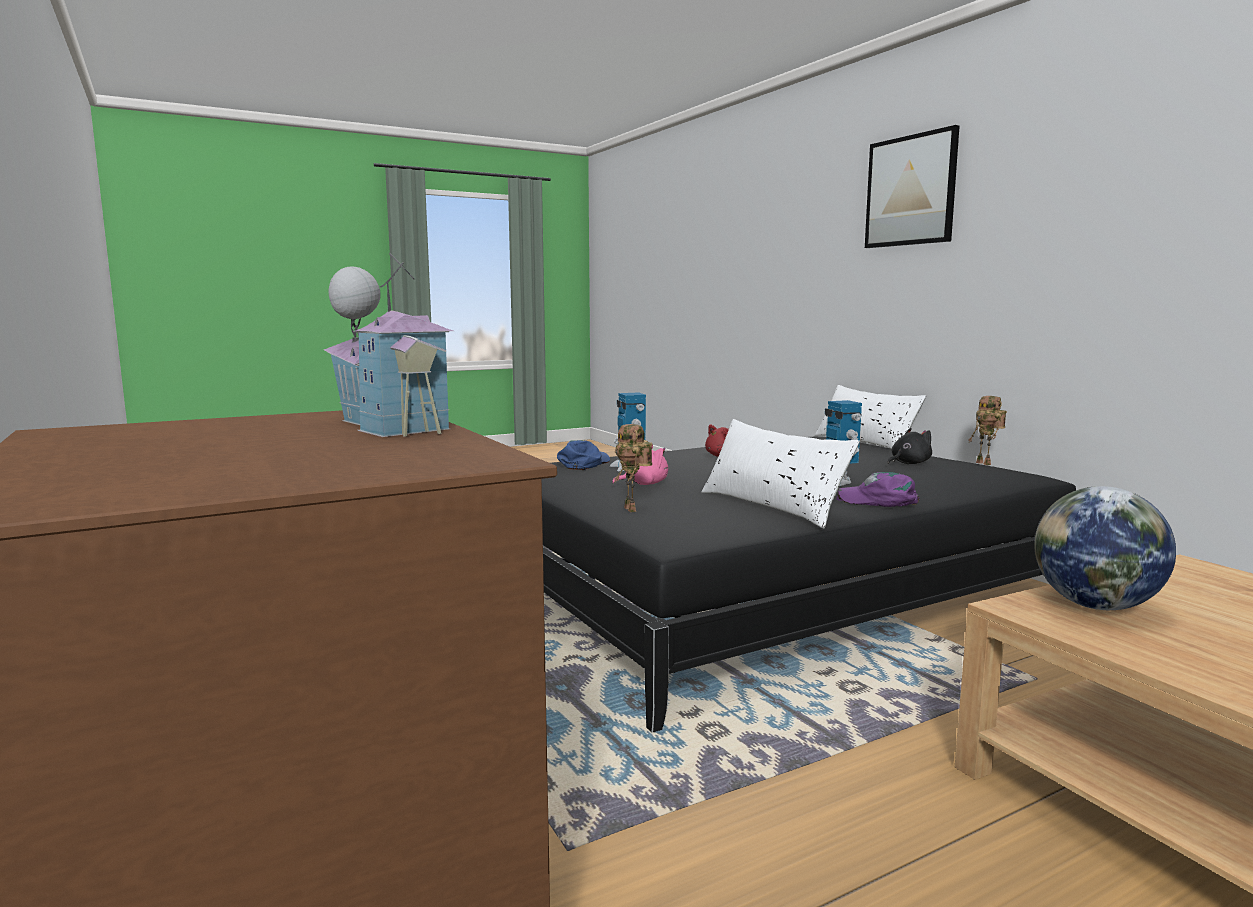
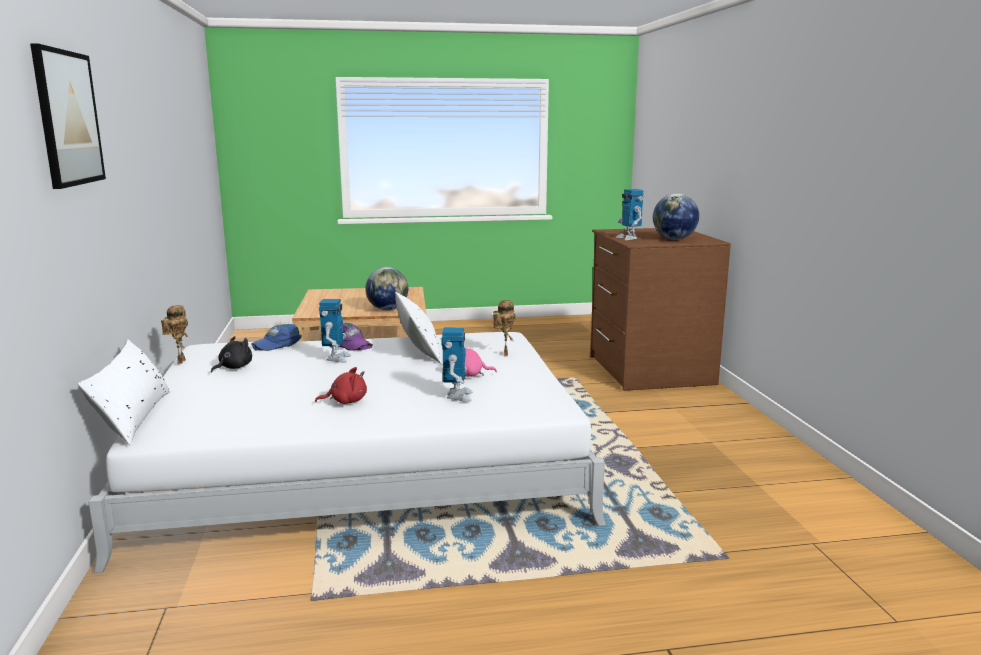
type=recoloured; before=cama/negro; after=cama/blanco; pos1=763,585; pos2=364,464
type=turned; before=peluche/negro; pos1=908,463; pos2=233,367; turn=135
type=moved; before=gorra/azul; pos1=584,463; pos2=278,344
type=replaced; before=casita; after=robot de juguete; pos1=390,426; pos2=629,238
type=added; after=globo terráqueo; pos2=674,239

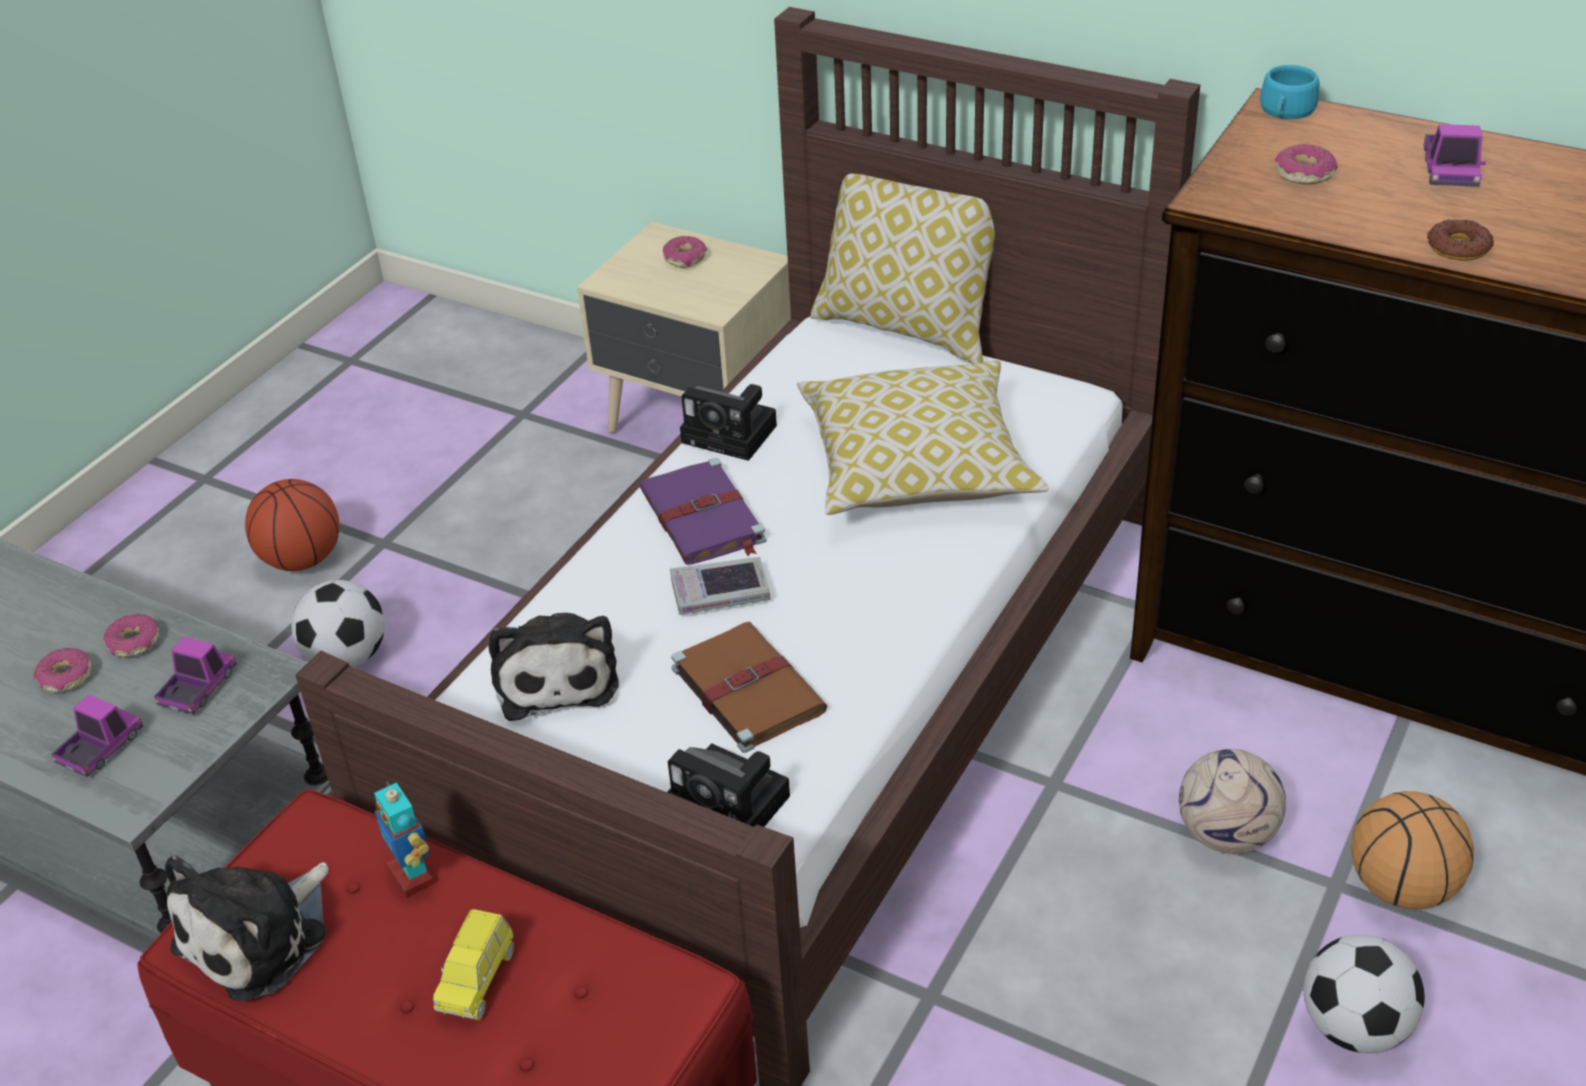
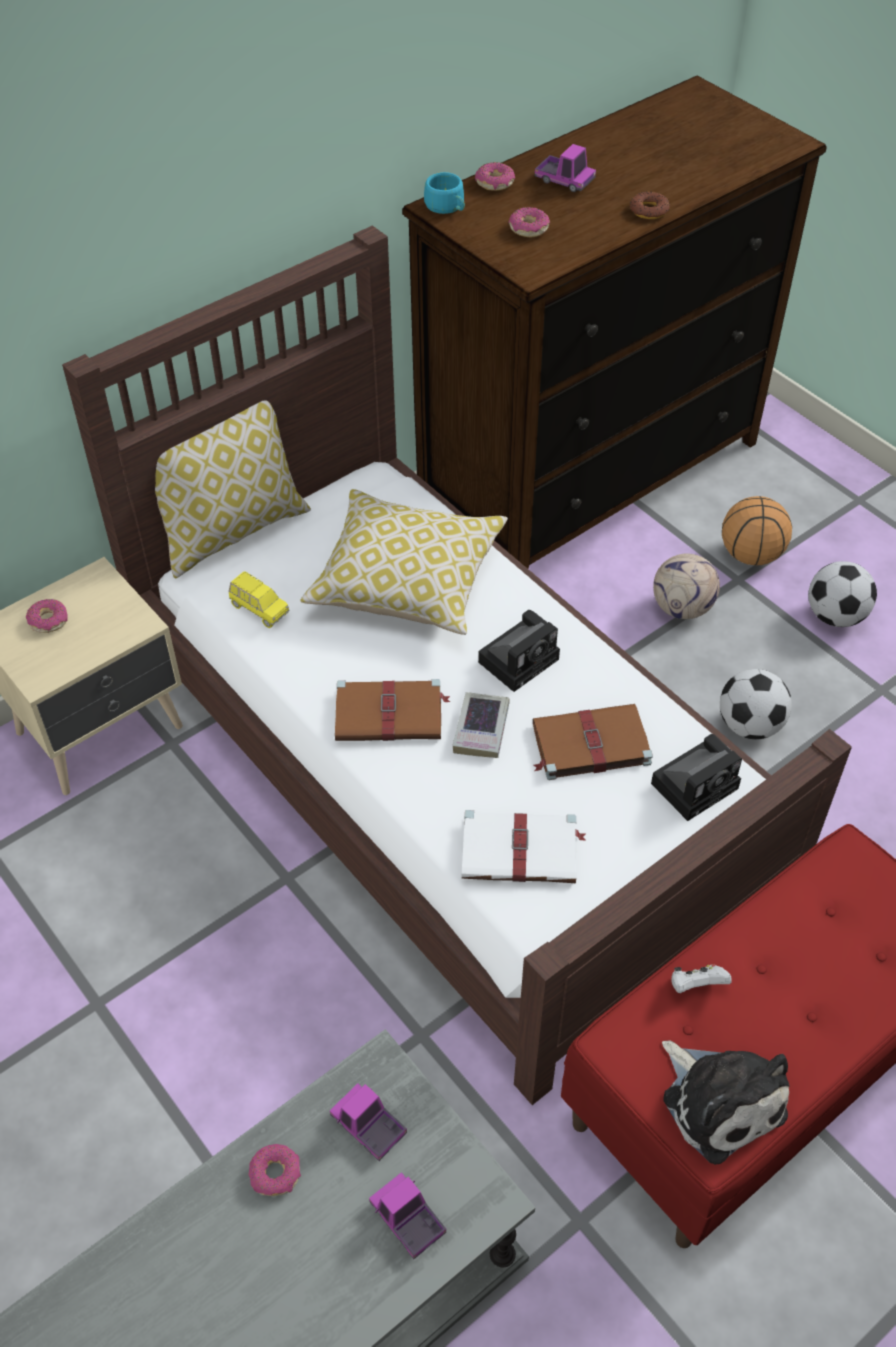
type=moved; before=coche de juguete/amarillo; pos1=477,979; pos2=259,609
type=recoloured; before=libro/morado; after=libro/marrón; pos1=703,518; pos2=391,714
type=replaced; before=peluche; after=libro/blanco; pos1=556,676; pos2=521,850
type=moved; before=rosquilla; pos1=65,677; pos2=495,183
type=moved; before=cámara; pos1=733,434; pos2=520,658
type=replaced; before=robot de juguete; after=mando de consola/blanco; pos1=413,875; pos2=696,986
type=moved; before=balón de fútbol; pos1=347,657; pos2=749,725
type=removed; before=balón de baloncesto; pos1=302,560

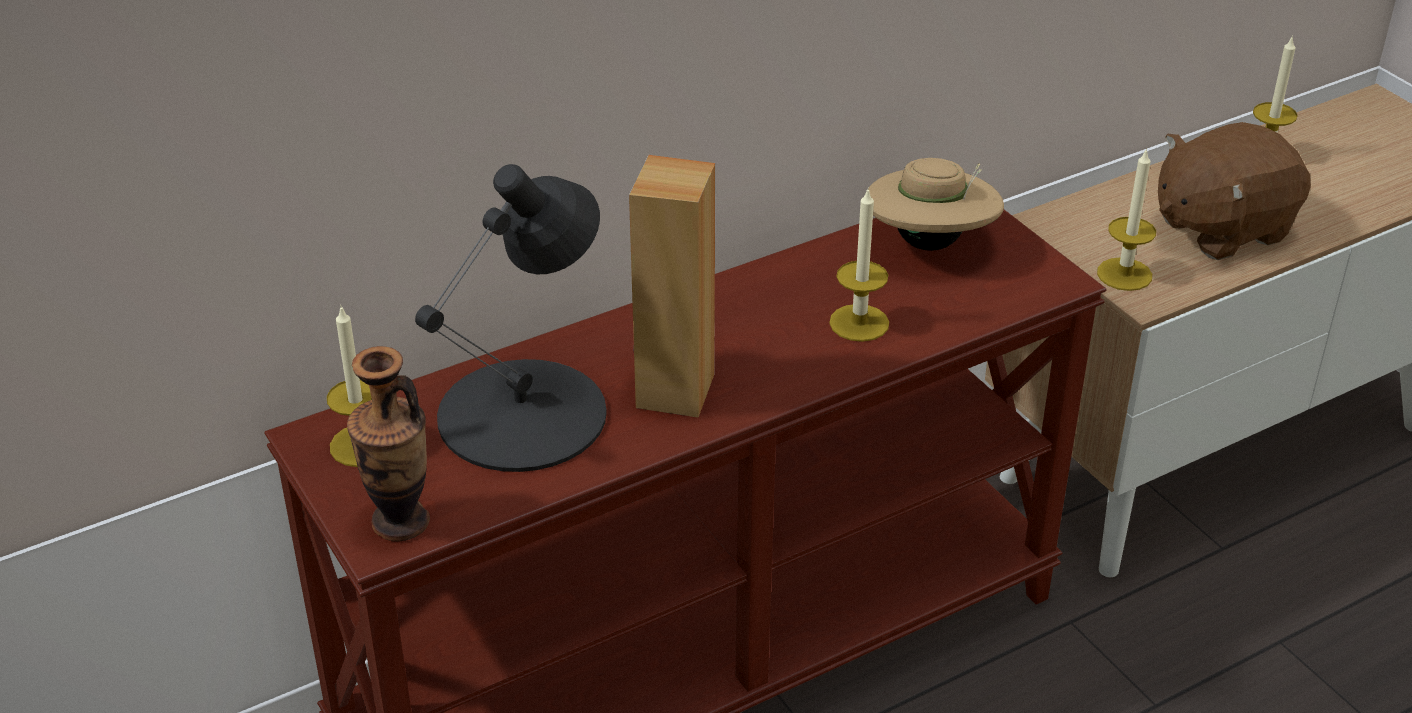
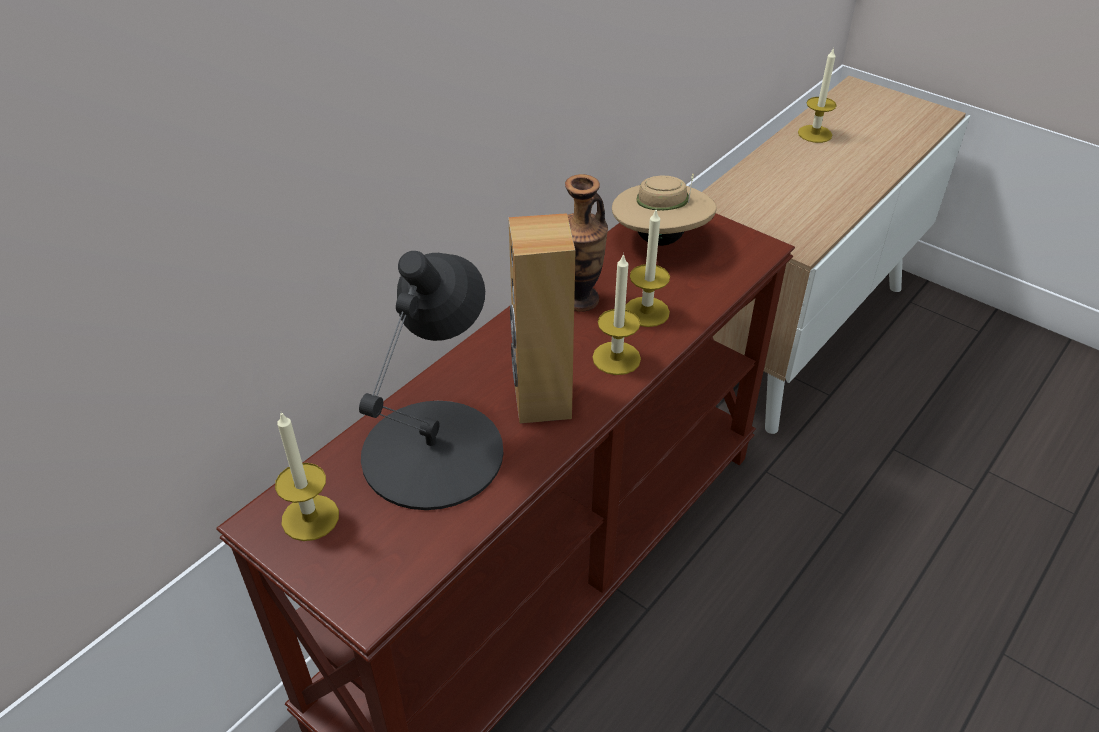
type=moved; before=florero; pos1=400,522; pos2=579,300
type=moved; before=vela; pos1=1124,274; pos2=616,358
type=removed; before=peluche/marrón; pos1=1220,228

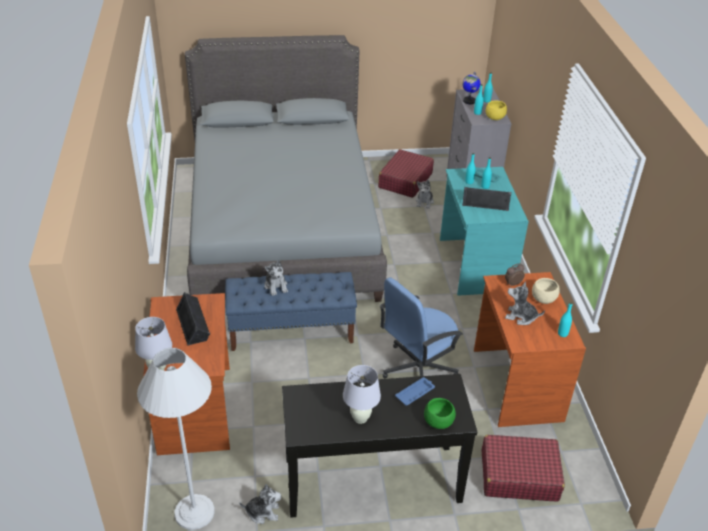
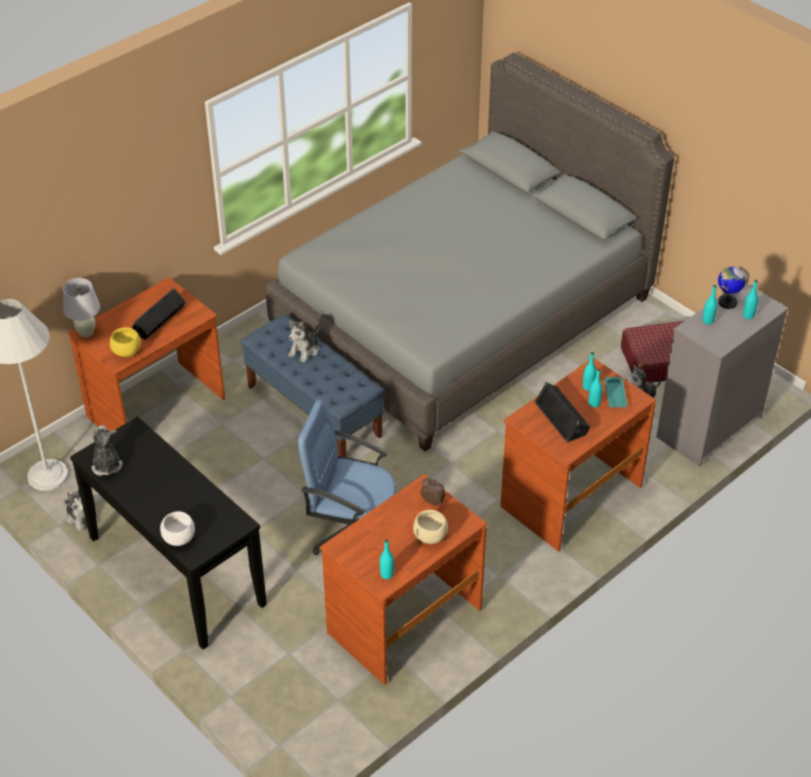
type=moved; before=peluche; pos1=521,317; pos2=106,465
type=moved; before=cuenco/amarillo; pos1=494,118; pos2=127,352
type=recoloured; before=cuenco/verde; after=cuenco/blanco; pos1=438,422; pos2=179,538
type=recoloured; before=escritorio/turquesa; after=escritorio/marrón; pos1=474,265; pos2=570,495
type=removed; before=lámpara de mesa/blanco; pos1=360,418
type=removed; before=bandeja/azul; pos1=415,393
type=removed; before=maleta/rojo; pos1=518,475

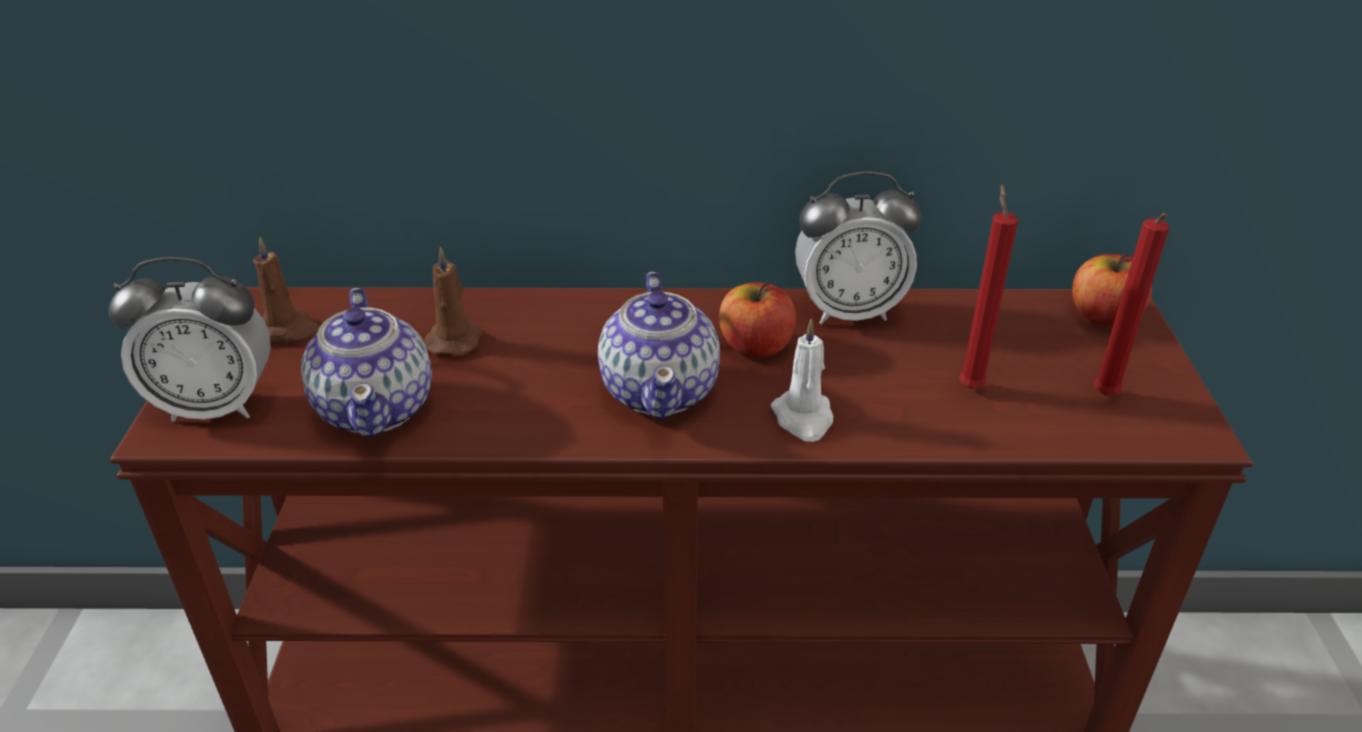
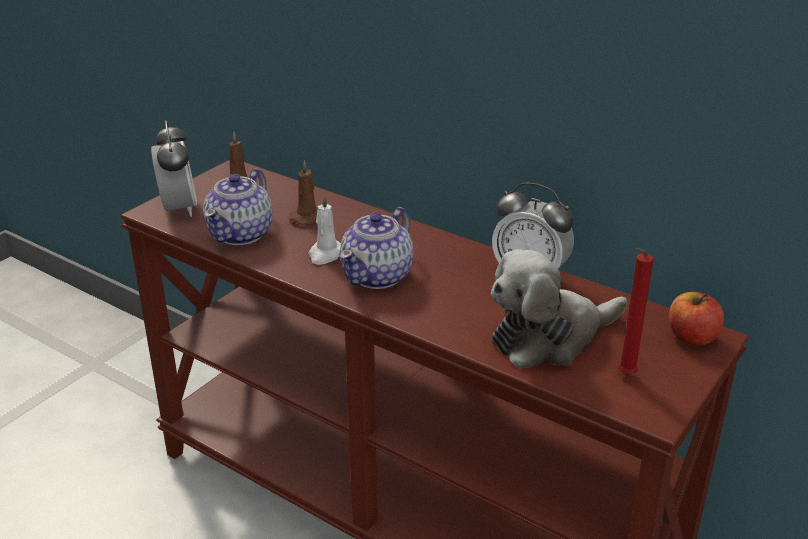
type=turned; before=despertador; pos1=216,406; pos2=179,209; turn=-135
type=moved; before=vela/blanco; pos1=803,418; pos2=326,254
type=replaced; before=vela/rojo; after=peluche; pos1=970,385; pos2=549,338
type=removed; before=manzana; pos1=755,346

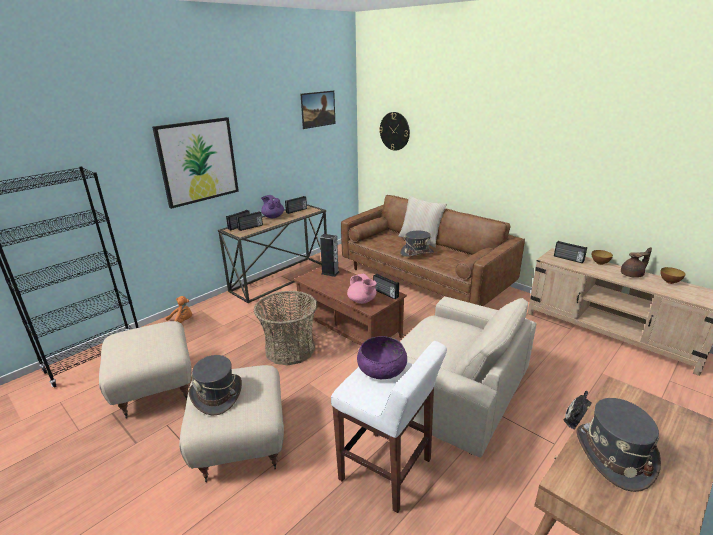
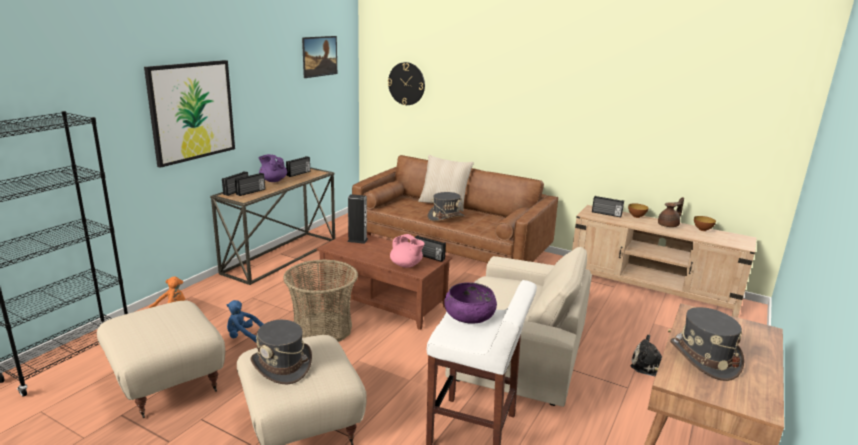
type=added; after=peluche/azul; pos2=243,336

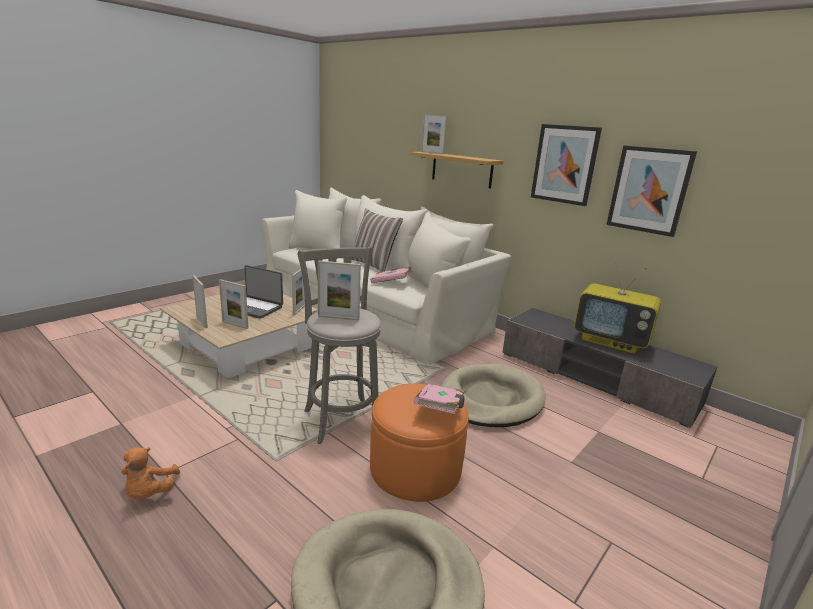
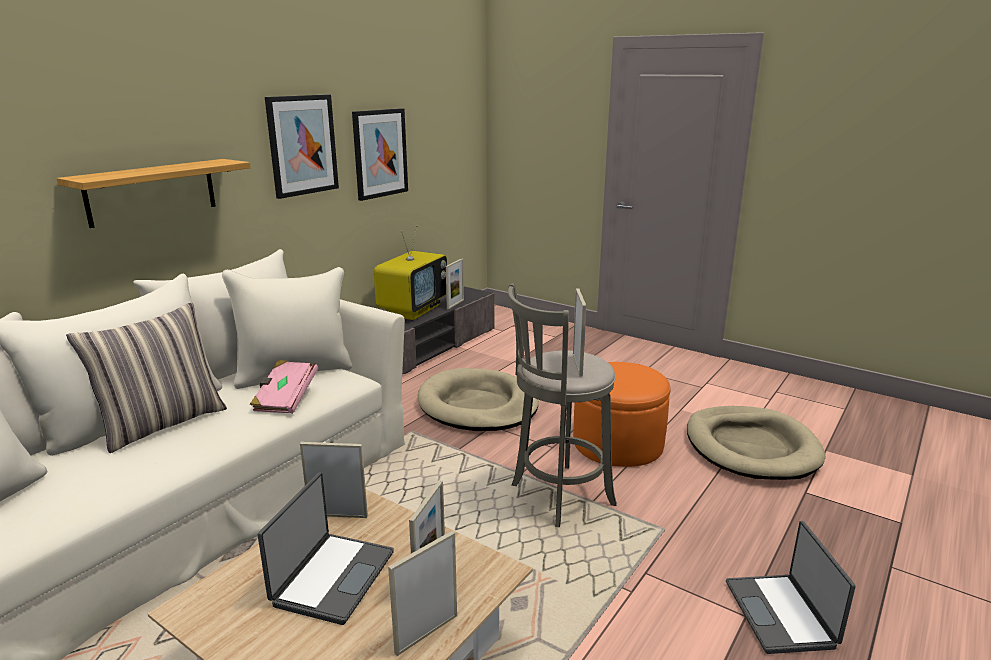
type=moved; before=portarretratos; pos1=432,153; pos2=455,304
type=replaced; before=peluche/naranja; after=portátil; pos1=150,493; pos2=781,614
type=removed; before=libro/rosa; pos1=440,409

